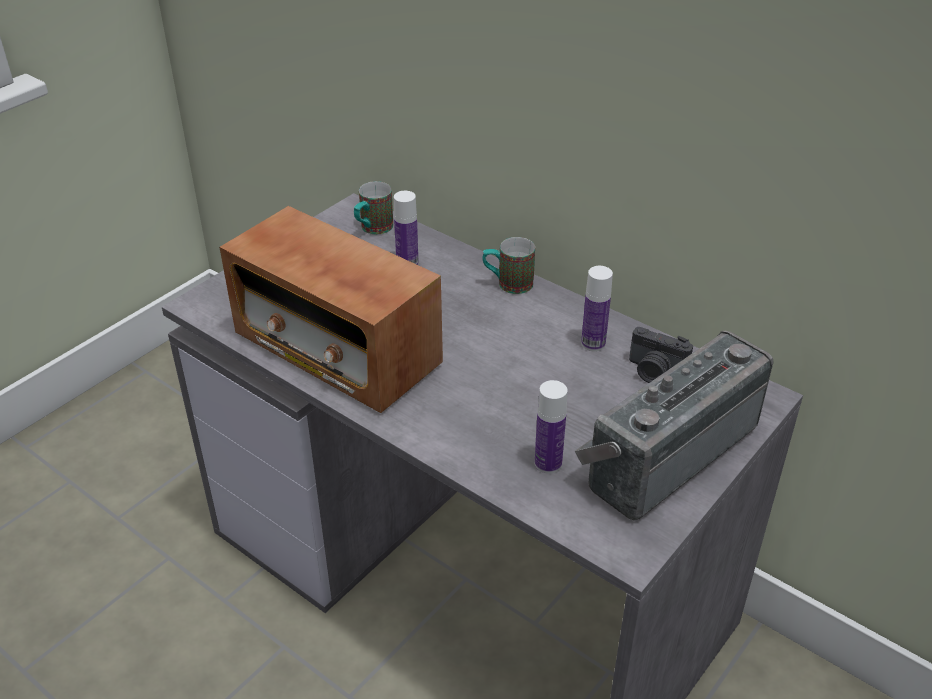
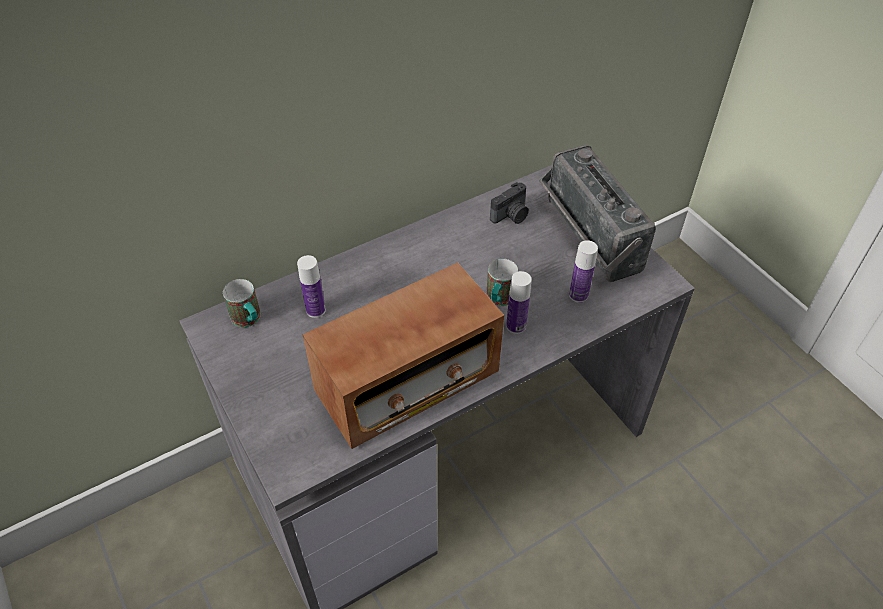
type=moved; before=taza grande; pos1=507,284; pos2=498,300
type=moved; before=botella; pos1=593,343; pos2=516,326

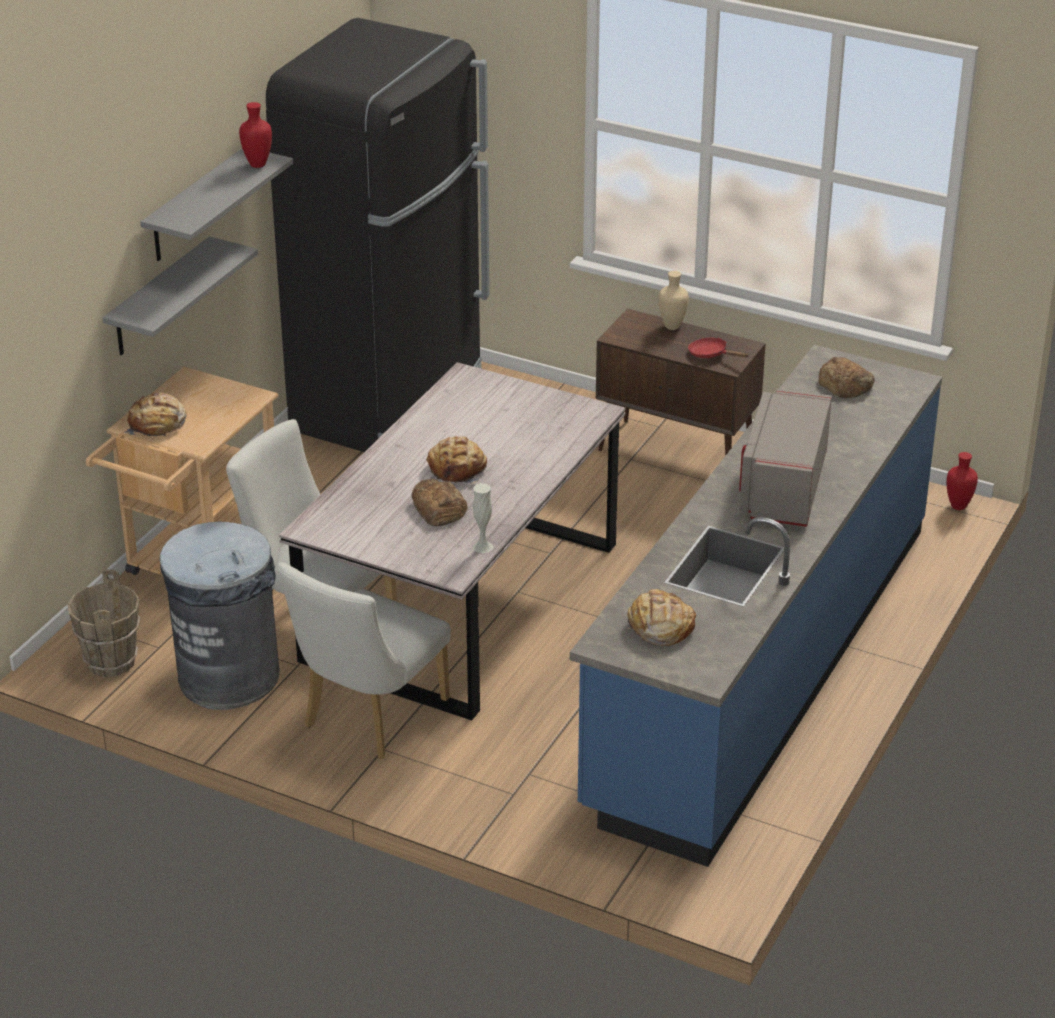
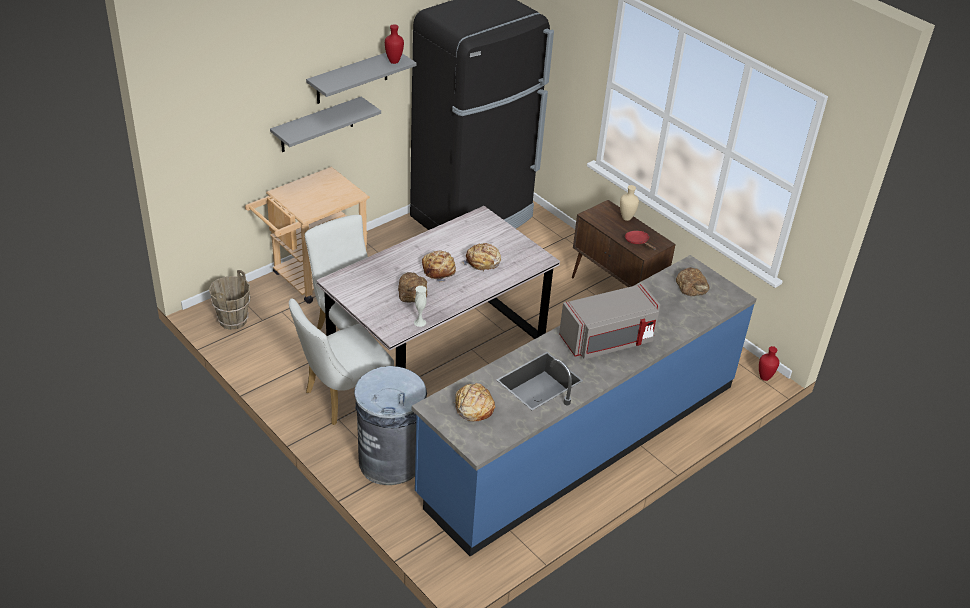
type=moved; before=papelera/gris; pos1=229,676; pos2=391,460
type=moved; before=pan; pos1=157,425; pos2=482,262
type=turned; before=microondas/gris; pos1=782,486; pos2=608,340; turn=-150

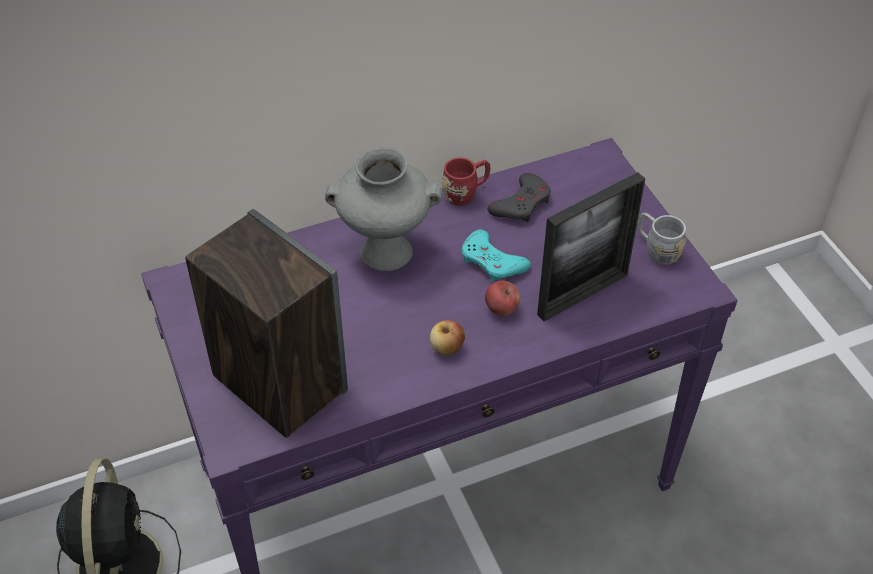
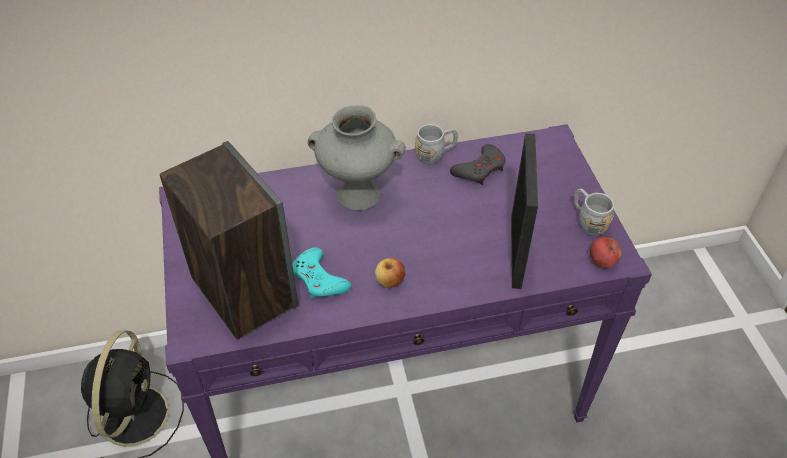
type=moved; before=mando de consola/turquesa; pos1=492,262; pos2=319,279
type=recoloured; before=taza grande/rojo; after=taza grande/gris; pos1=466,193; pos2=435,155
type=turned; before=portarretratos; pos1=582,294; pos2=516,251; turn=-60
type=moved; before=manzana; pos1=501,309; pos2=602,261

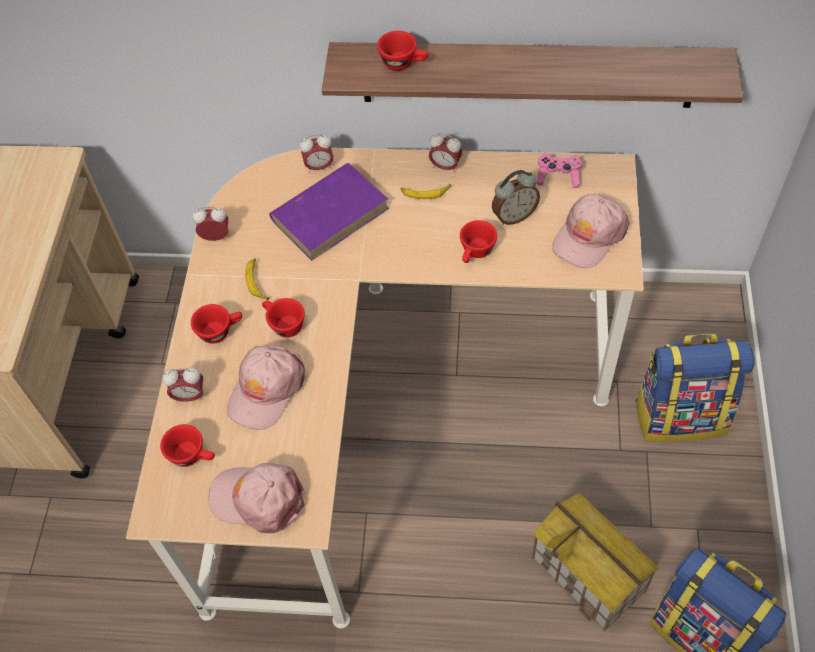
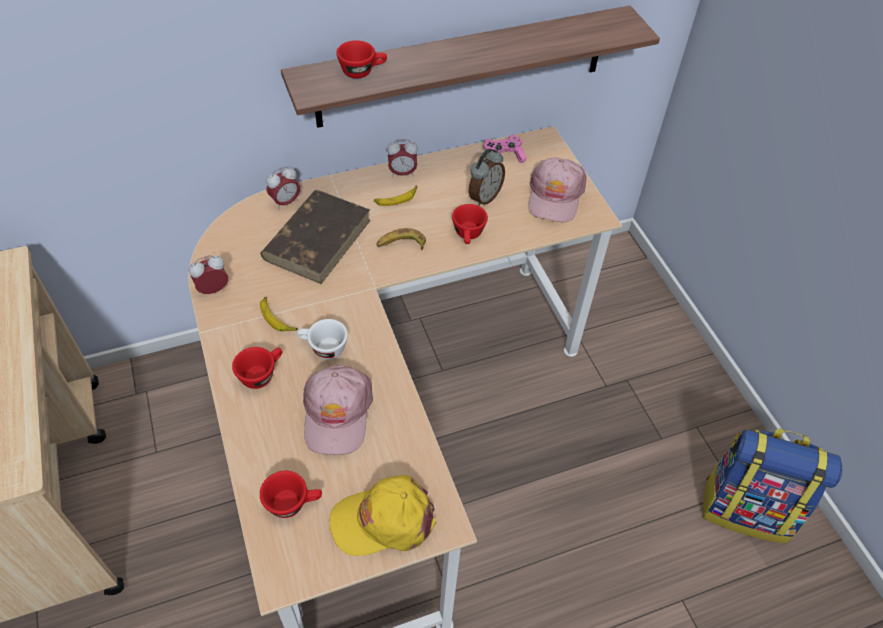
type=recoloured; before=libro/morado; after=libro/marrón; pos1=331,213; pos2=318,238
type=recoloured; before=taza/rojo; after=taza/blanco; pos1=283,324; pos2=323,348
type=recoloured; before=gorra/rosa; after=gorra/amarillo; pos1=258,499; pos2=383,520
type=added; after=plátano; pos2=401,244
type=removed; before=despertador; pos1=190,396
type=removed; before=casita; pos1=589,574
type=removed; before=mochila; pos1=680,415

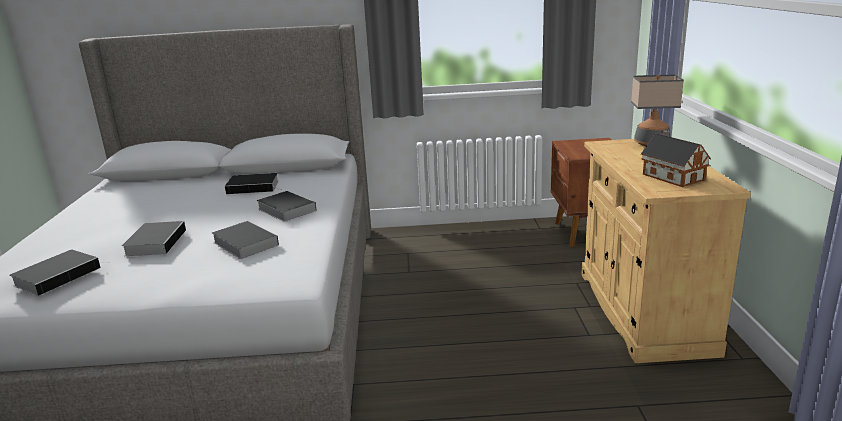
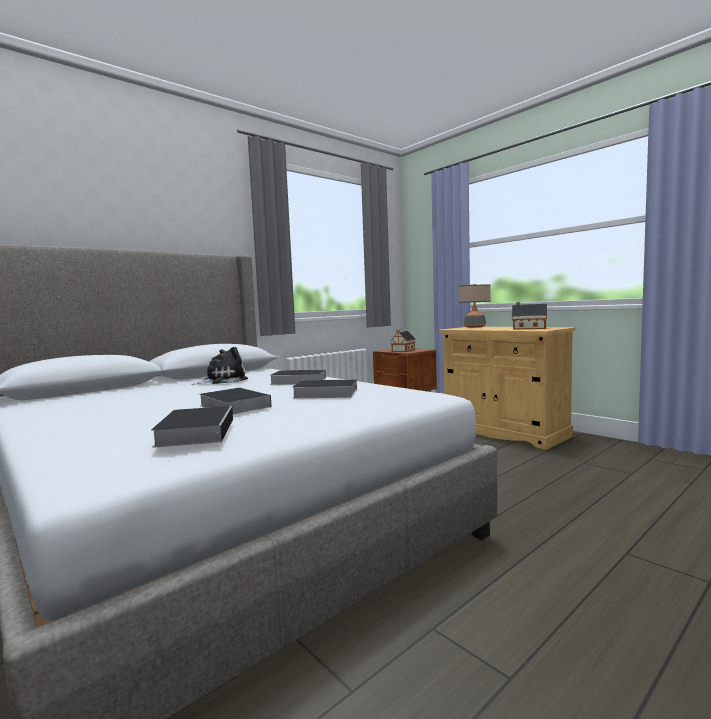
type=replaced; before=libro; after=peluche; pos1=255,187; pos2=222,380
type=added; after=casita; pos2=402,350

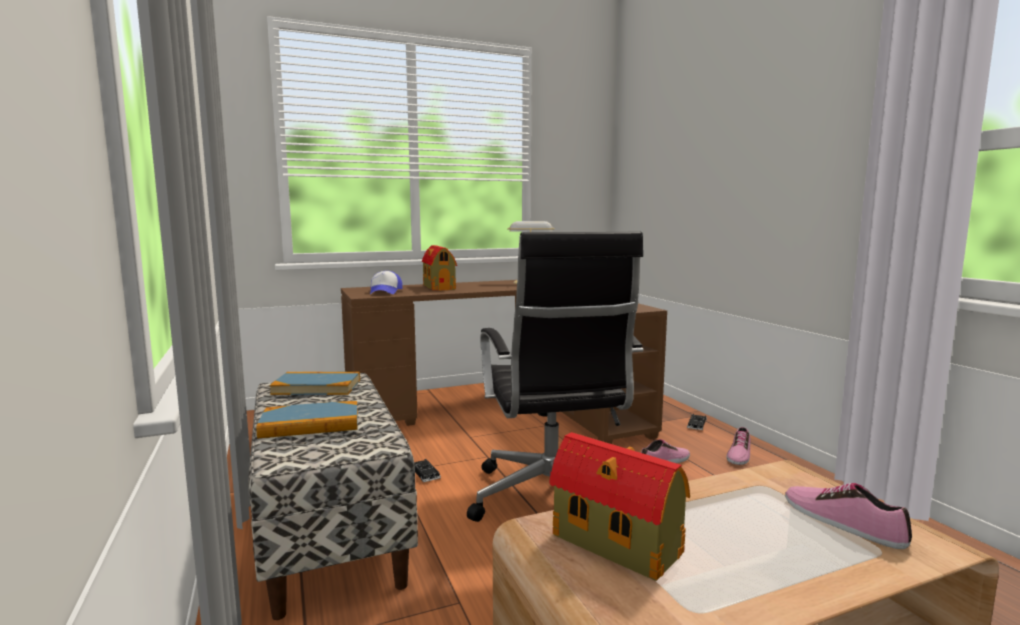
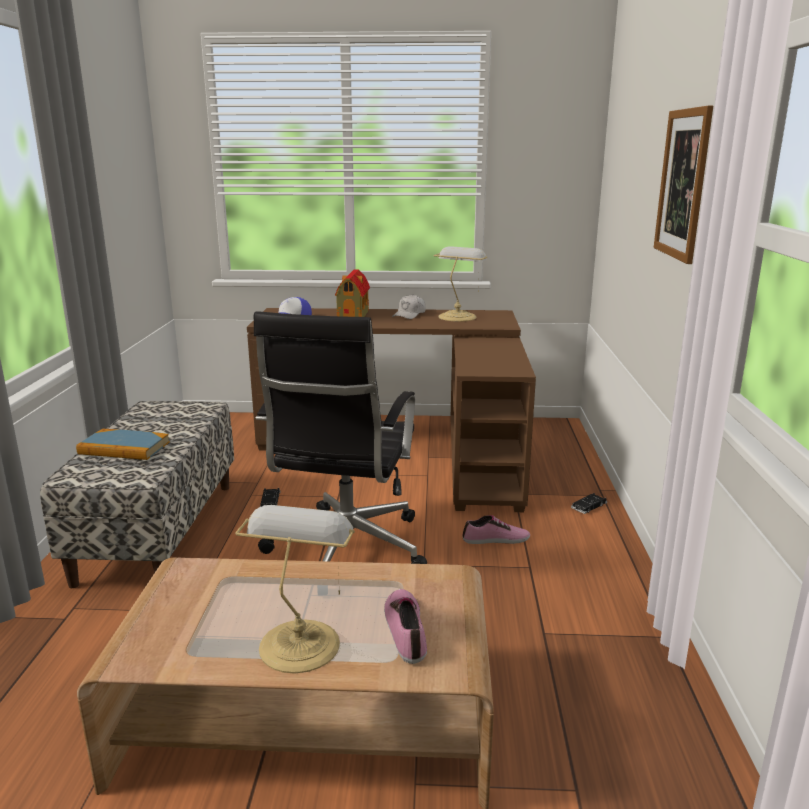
type=added; after=lámpara de mesa; pos2=300,642
type=added; after=gorra/blanco; pos2=409,315
type=added; after=cuadro; pos2=683,184
type=removed; before=libro; pos1=317,387
type=removed; before=casita; pos1=618,545
type=removed; before=zapato; pos1=738,454

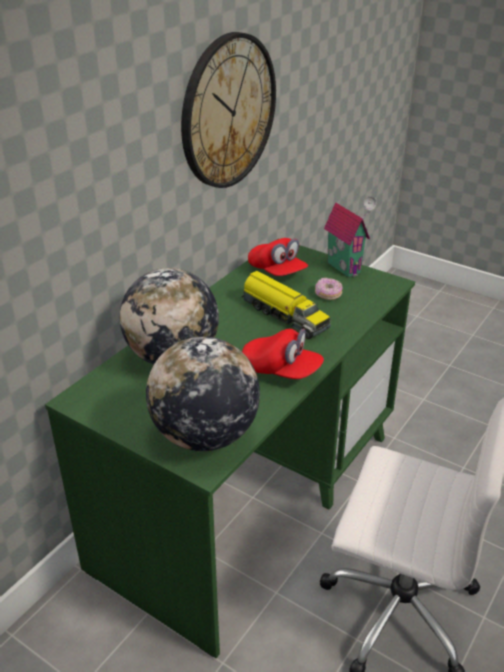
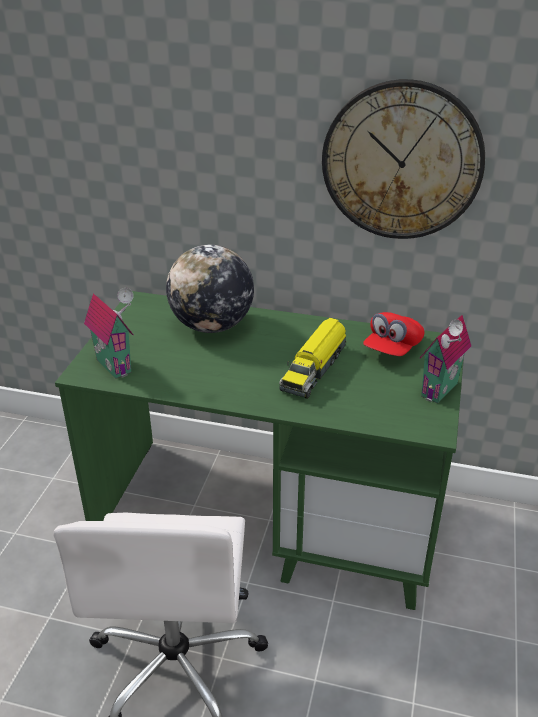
type=replaced; before=globo terráqueo; after=casita; pos1=205,435; pos2=116,365
type=removed; before=gorra/rojo; pos1=281,370
type=removed; before=rosquilla; pos1=328,294

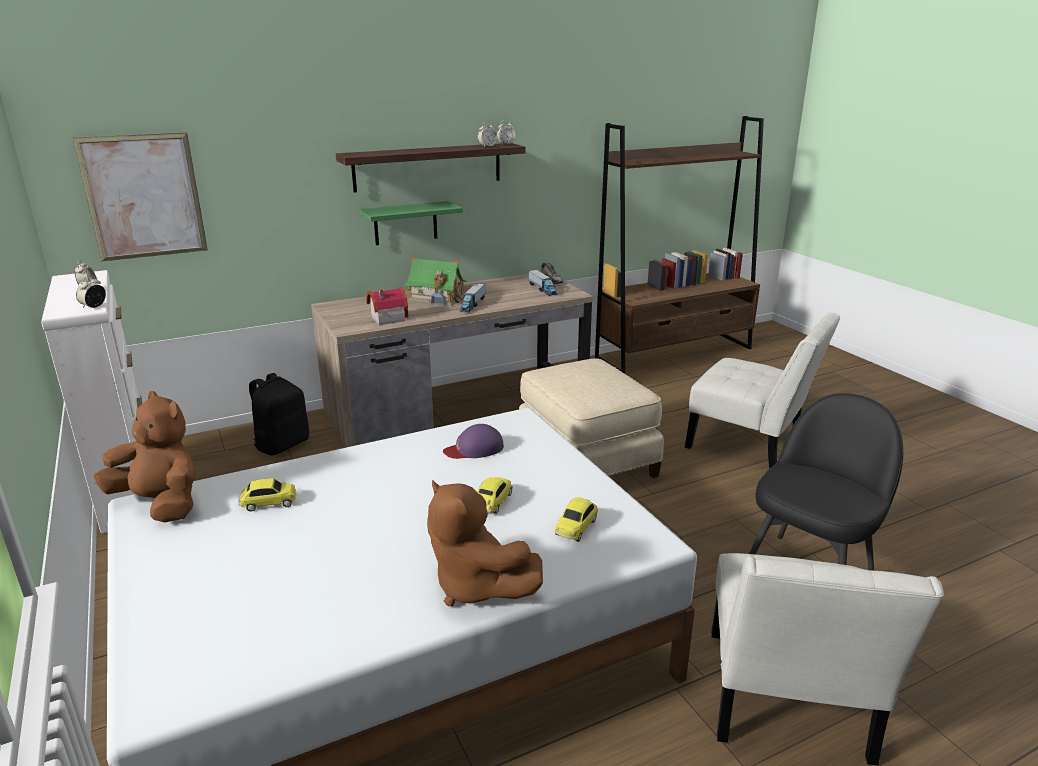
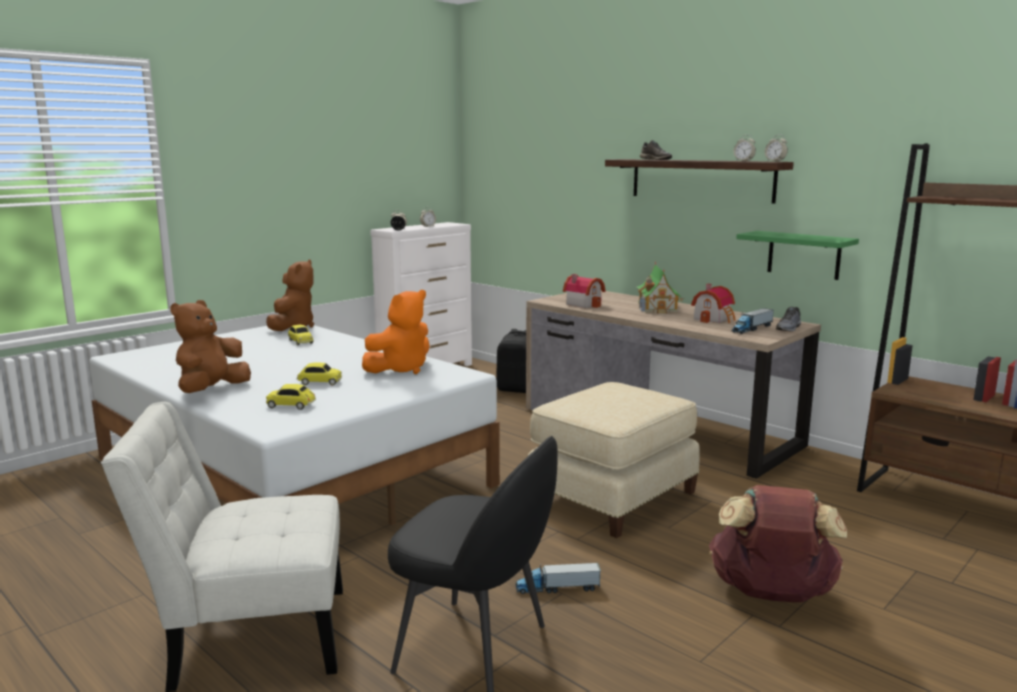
type=replaced; before=gorra/morado; after=peluche/naranja; pos1=474,449; pos2=400,369
type=moved; before=camión de juguete; pos1=472,304; pos2=557,588
type=added; after=zapato/gris; pos2=656,159
type=added; after=casita; pos2=714,319
type=replaced; before=silla/blanco; after=mochila/marrón; pos1=750,445; pos2=771,594
type=moved; before=estante/verde; pos1=405,223; pos2=804,255
type=removed; before=cuadro; pos1=144,197

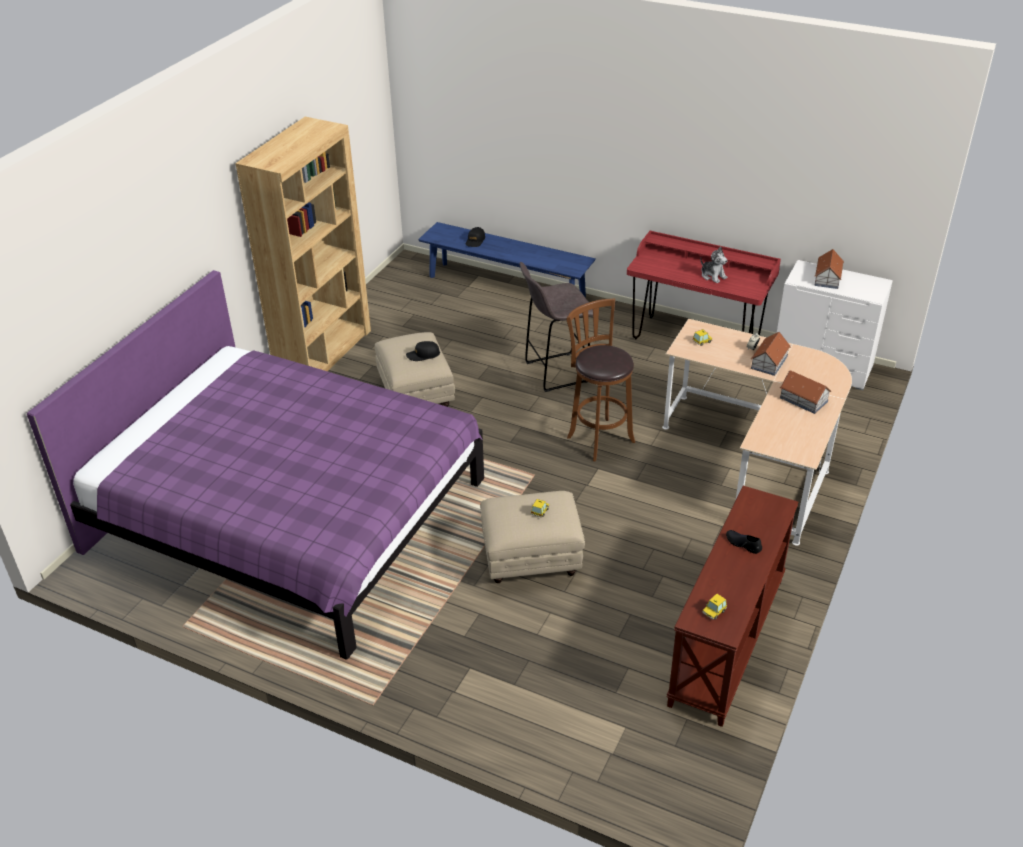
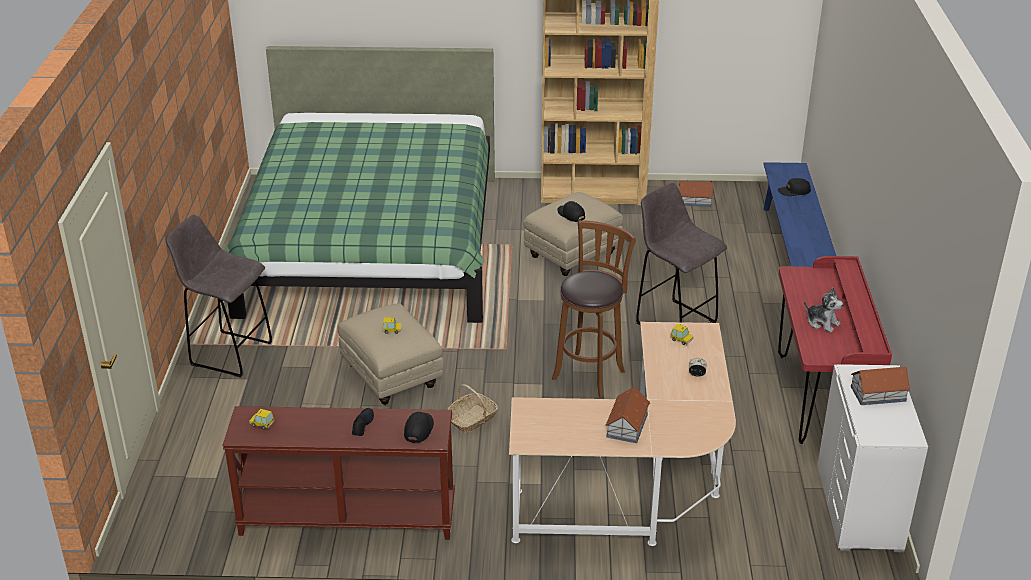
type=added; after=taburete/gris; pos2=229,353
type=recoloured; before=cama/morado; after=cama/verde; pos1=288,516; pos2=371,244
type=added; after=gorra/negro; pos2=419,429
type=added; after=cesta; pos2=471,419
type=moved; before=casita; pos1=768,362; pos2=694,200
type=turned; before=peluche; pos1=713,276; pos2=822,323; turn=-75

